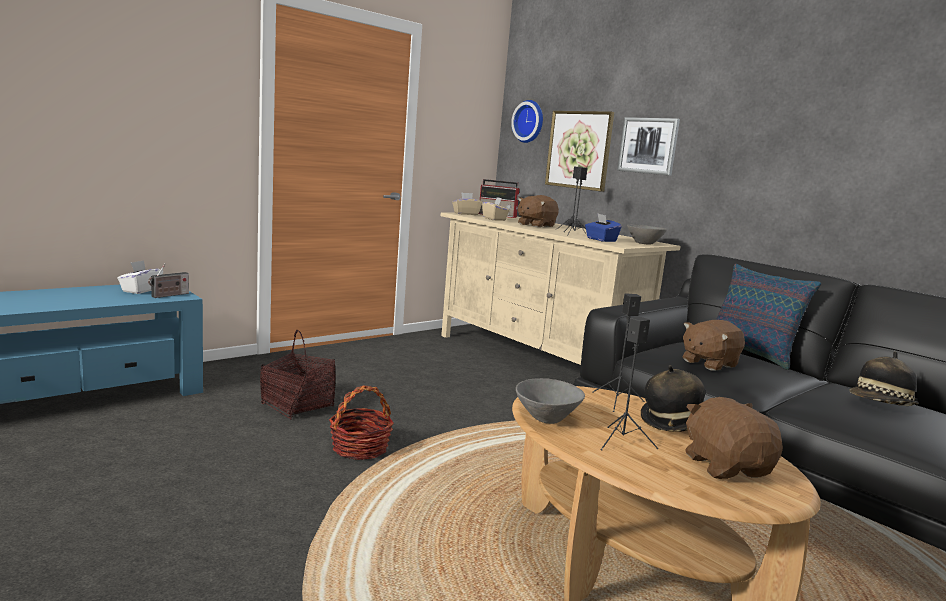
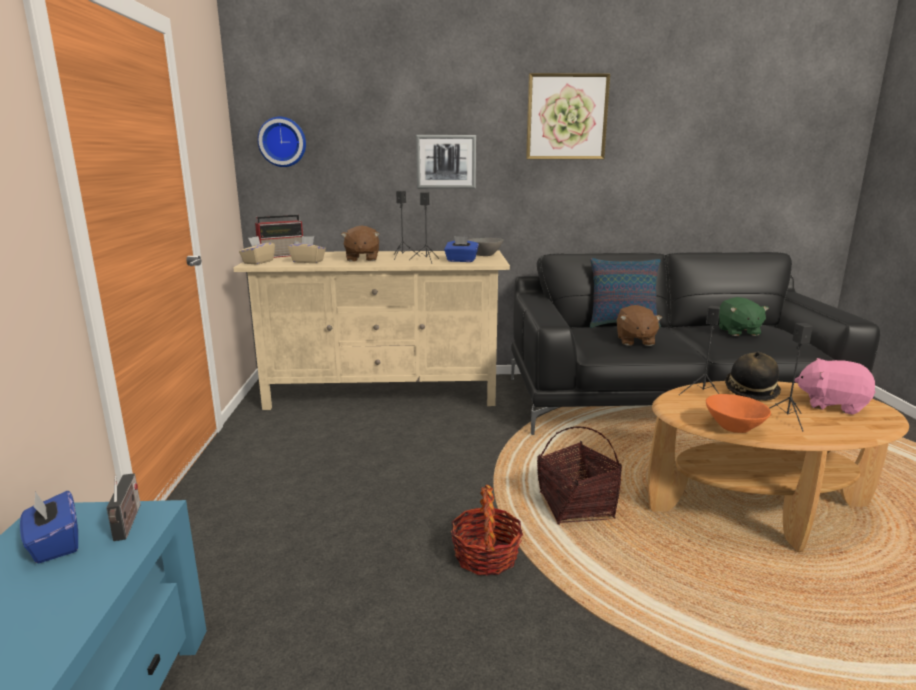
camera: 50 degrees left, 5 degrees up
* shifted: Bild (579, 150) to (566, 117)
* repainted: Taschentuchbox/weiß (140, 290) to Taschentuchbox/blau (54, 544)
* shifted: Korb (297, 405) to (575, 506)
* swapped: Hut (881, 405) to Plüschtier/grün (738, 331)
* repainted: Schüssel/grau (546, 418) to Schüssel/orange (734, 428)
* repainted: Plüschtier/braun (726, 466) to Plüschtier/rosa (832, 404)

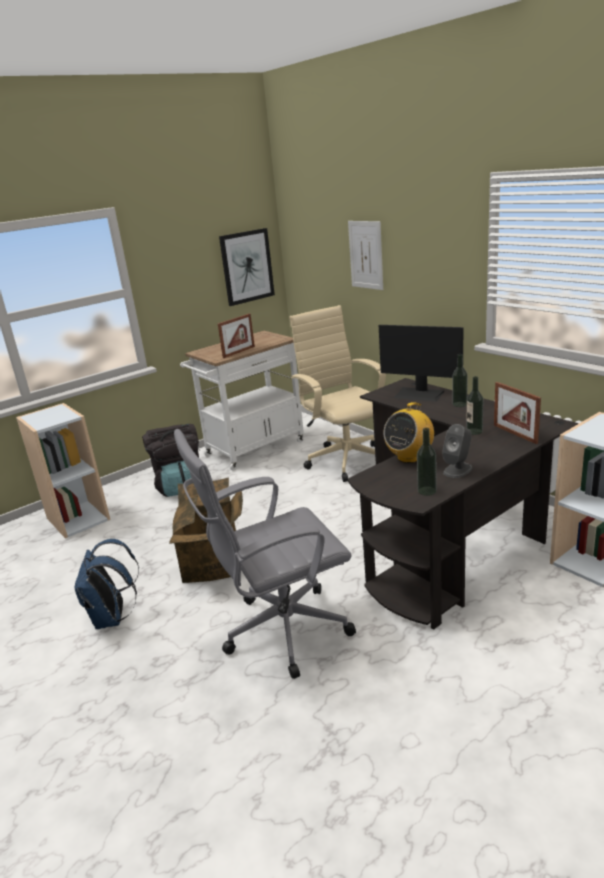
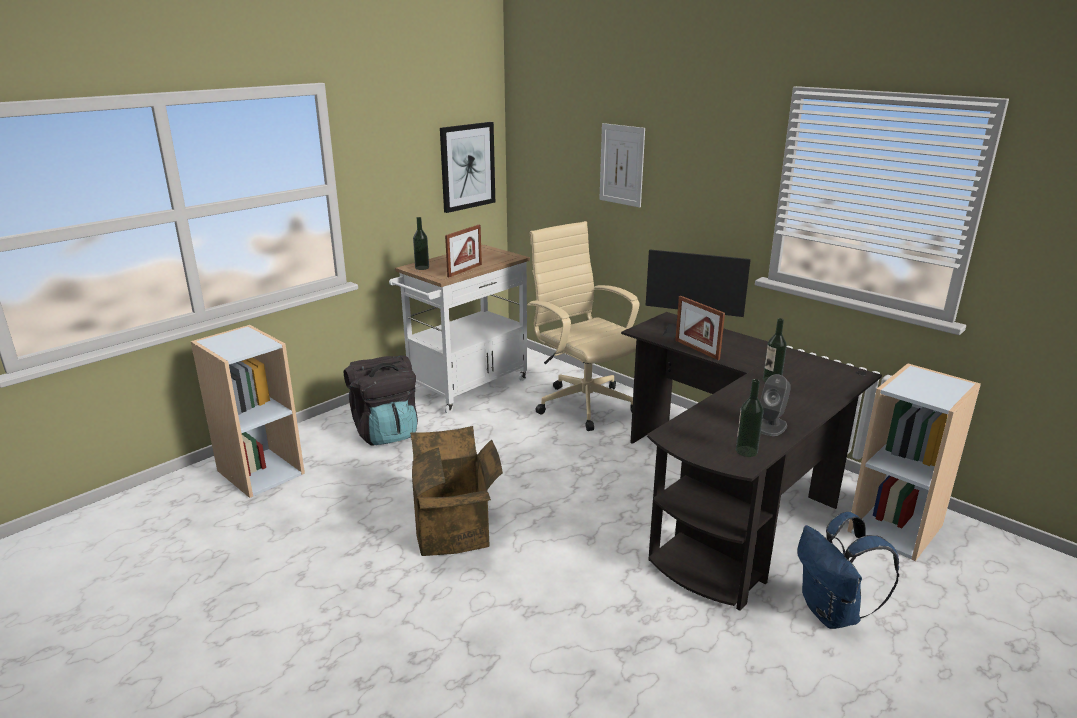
camera: 10 degrees left, 0 degrees up
* shifted: Flasche (459, 404) to (422, 268)
* shifted: Bilderrahmen (515, 434) to (697, 349)
* gone: Radio (409, 457)
* gone: Bürostuhl/grau (281, 632)
* shifted: Rucksack/blau (112, 618) to (833, 613)

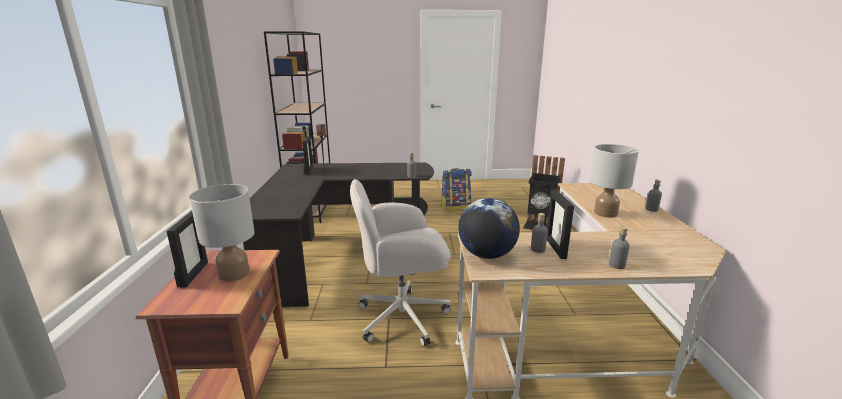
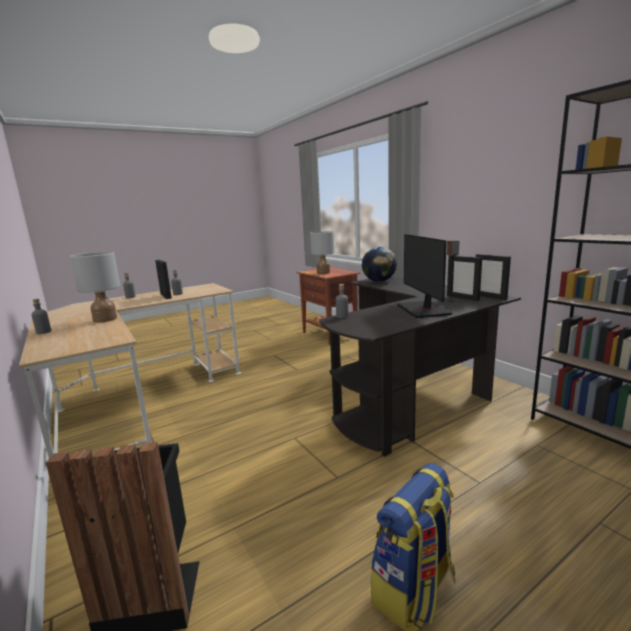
camera: 150 degrees right, 5 degrees down
* gone: Bürostuhl/weiß (402, 317)
* shifted: Globus (486, 255) to (379, 281)
* shifted: Bilderrahmen (193, 274) to (490, 297)
* new: Monitor (423, 309)

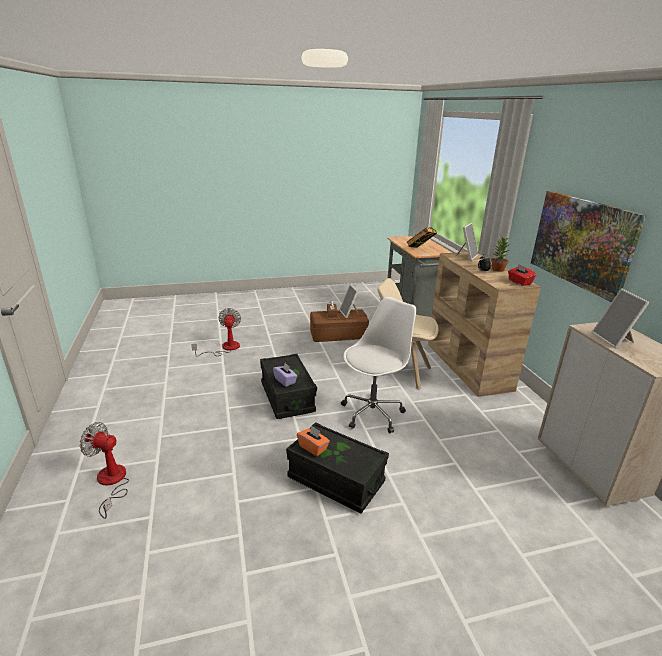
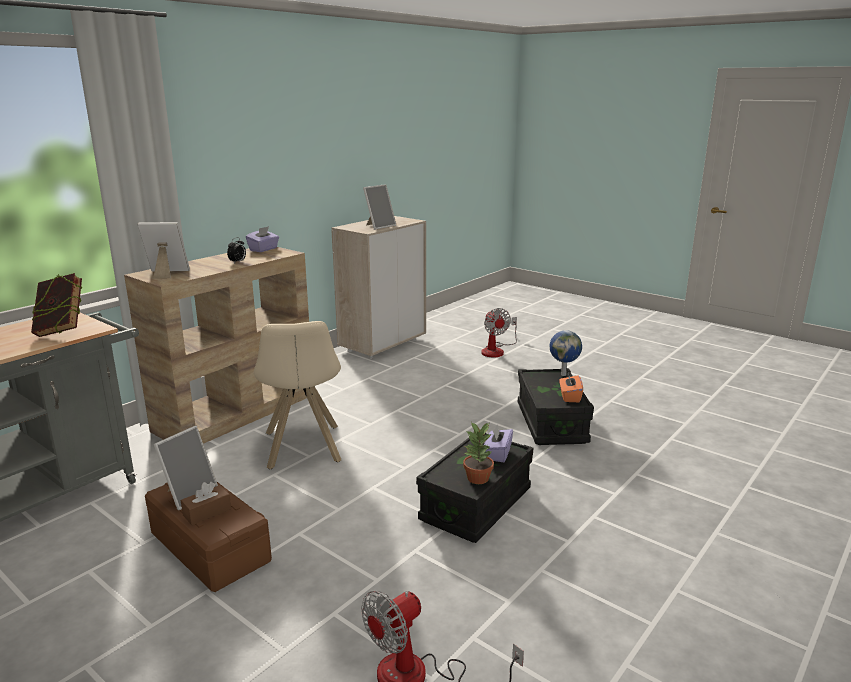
camera: 125 degrees left, 5 degrees down
* gone: Bild (581, 242)
* shifted: Topfpflanze (497, 269) to (478, 478)
* repainted: Taschentuchbox/rot (519, 282) to Taschentuchbox/lila (263, 249)
* gone: Bürostuhl/weiß (373, 413)
* shifted: Ventilator (111, 483) to (496, 350)
* new: Globus (563, 374)

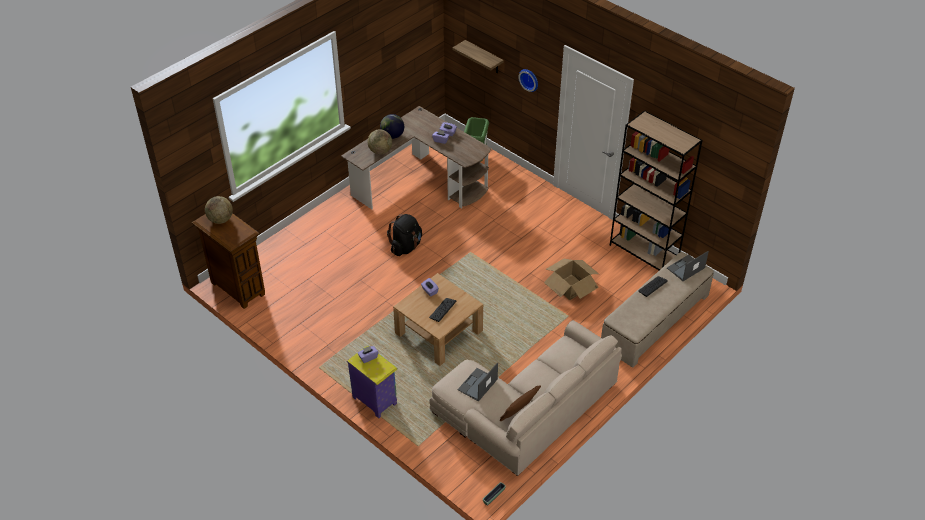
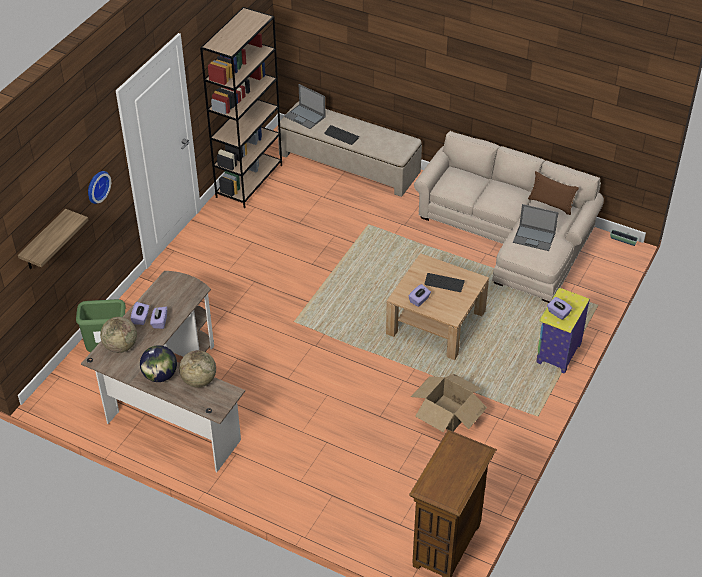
camera: 105 degrees left, 0 degrees up
* shifted: Globus (220, 219) to (121, 346)
* gone: Rucksack/schwarz (406, 247)
* shifted: Karton (571, 287) to (447, 413)

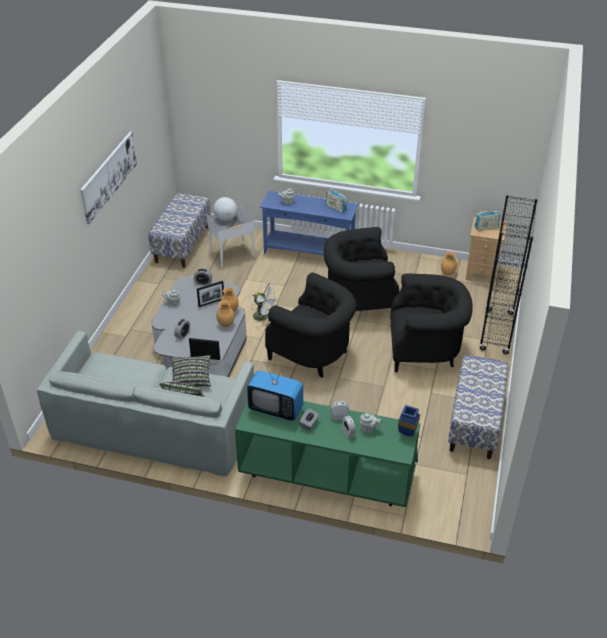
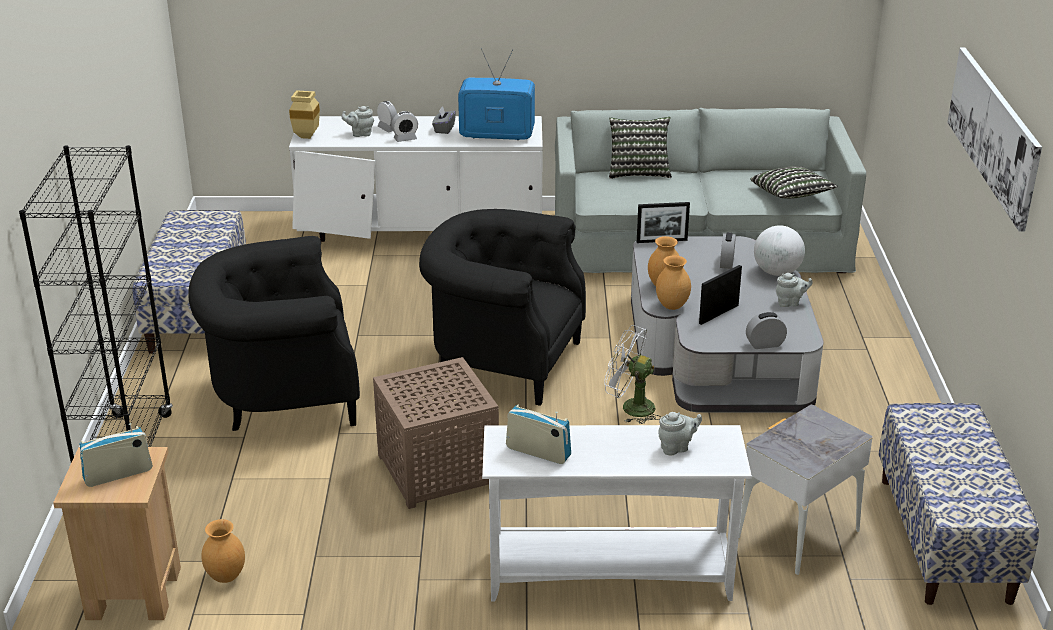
camera: 165 degrees right, 10 degrees down
* repainted: Konsolentisch/blau (309, 252) to Konsolentisch/weiß (608, 575)
* shifted: Globus (225, 219) to (777, 272)
* swapped: Sessel/schwarz (359, 301) to Beistelltisch/braun (440, 470)
* shifted: Kissen (191, 377) to (791, 195)
* repainted: Fernsehschrank/grün (328, 476) to Fernsehschrank/weiß (420, 232)
* repainted: Vase/blau (406, 433) to Vase/beige (308, 136)

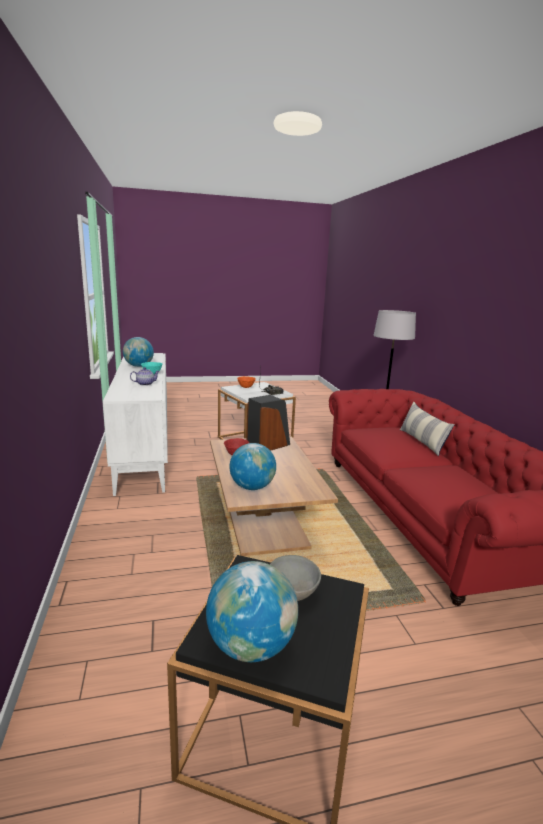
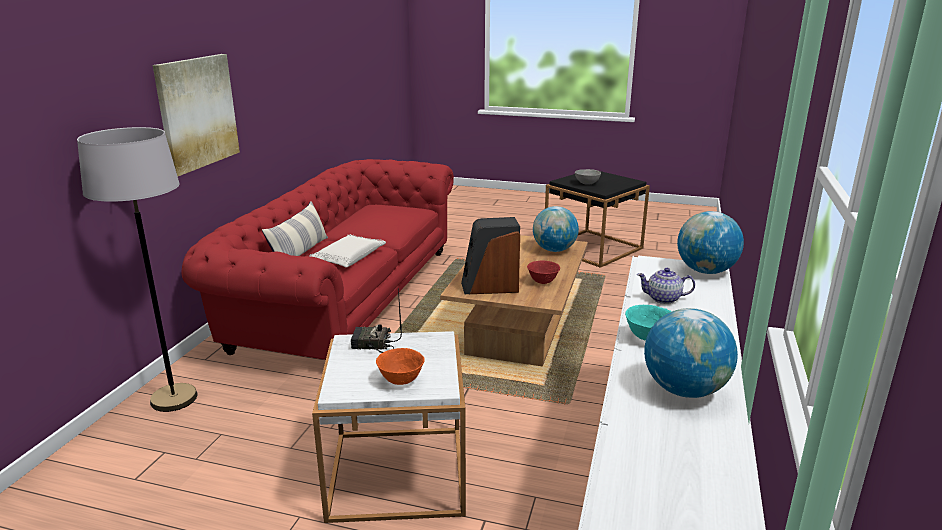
camera: 150 degrees left, 5 degrees up
* shifted: Globus (251, 645) to (705, 271)
* new: Bild (197, 112)
* new: Kissen/weiß (348, 256)

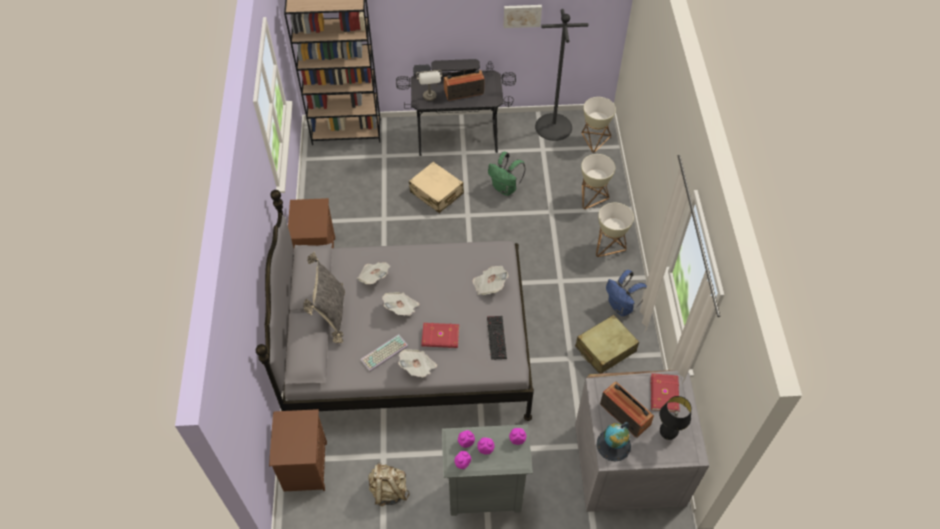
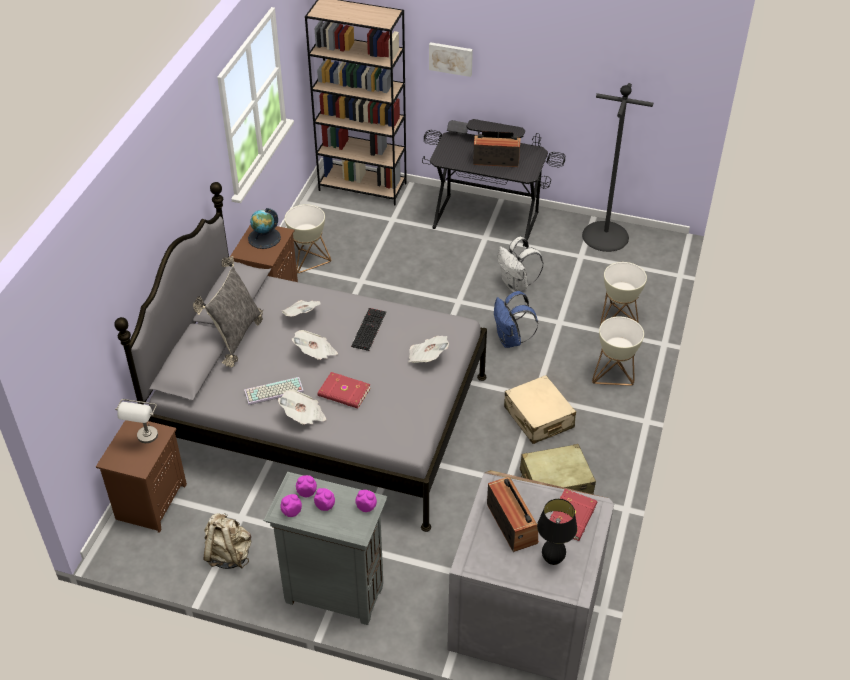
camera: 20 degrees right, 10 degrees down
* shifted: Bild (522, 15) to (451, 58)
* shifted: Tischlampe/grau (430, 99) to (145, 441)
* shifted: Pflanzkübel (594, 139) to (309, 260)
* repainted: Rucksack/grün (505, 188) to Rucksack/weiß (516, 285)
* shifted: Koffer/beige (436, 193) to (538, 417)
* shifted: Rucksack/blau (621, 307) to (510, 340)
* shifted: Tastatur (495, 337) to (368, 328)
* shifted: Globus (613, 445) to (264, 238)

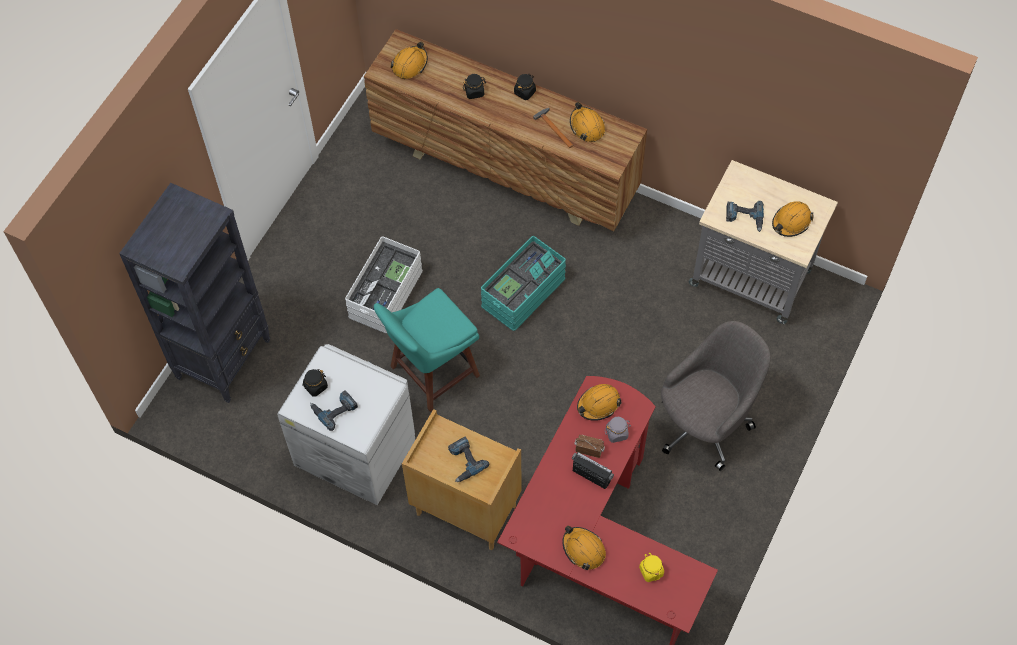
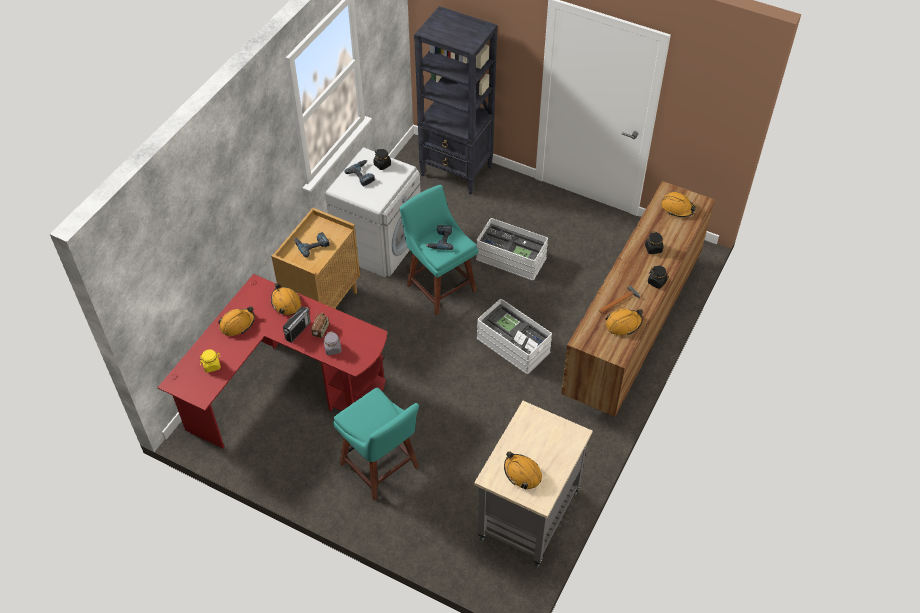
camera: 90 degrees right, 10 degrees down
* shifted: Bohrmaschine (744, 218) to (440, 240)
* repainted: Aufbewahrungsbox/türkis (523, 291) to Aufbewahrungsbox/weiß (514, 344)
* swapped: Bürostuhl/grau (704, 425) to Hocker/türkis (381, 468)
* shifted: Schutzhelm/orange (598, 404) to (286, 303)

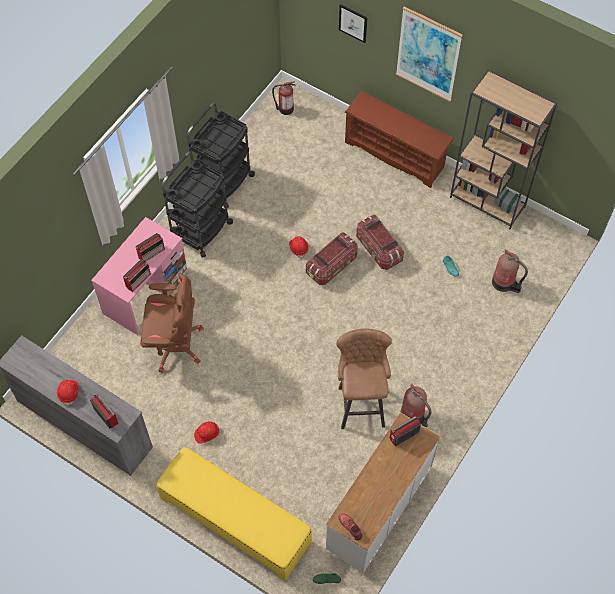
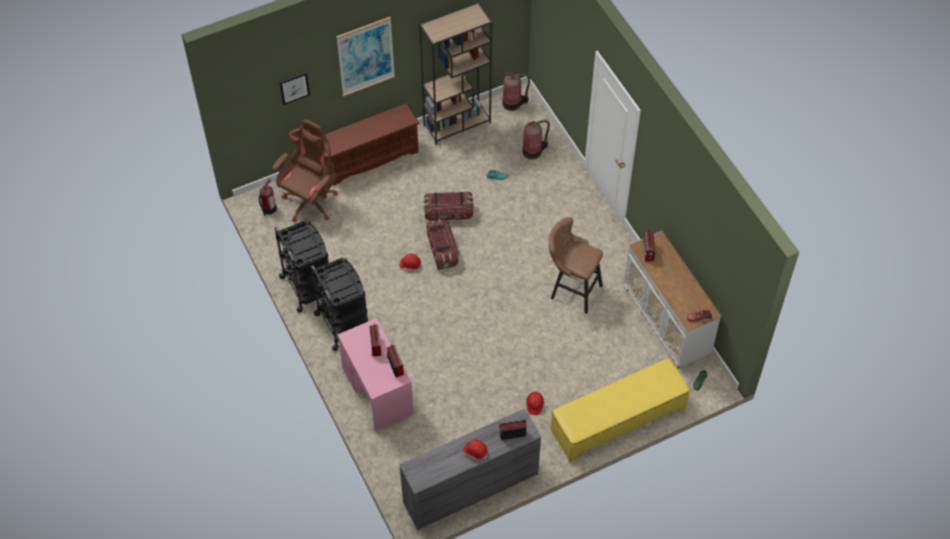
camera: 60 degrees left, 5 degrees down
* shifted: Bürostuhl/braun (173, 344) to (310, 202)
* shifted: Feuerlöscher (413, 415) to (513, 103)

